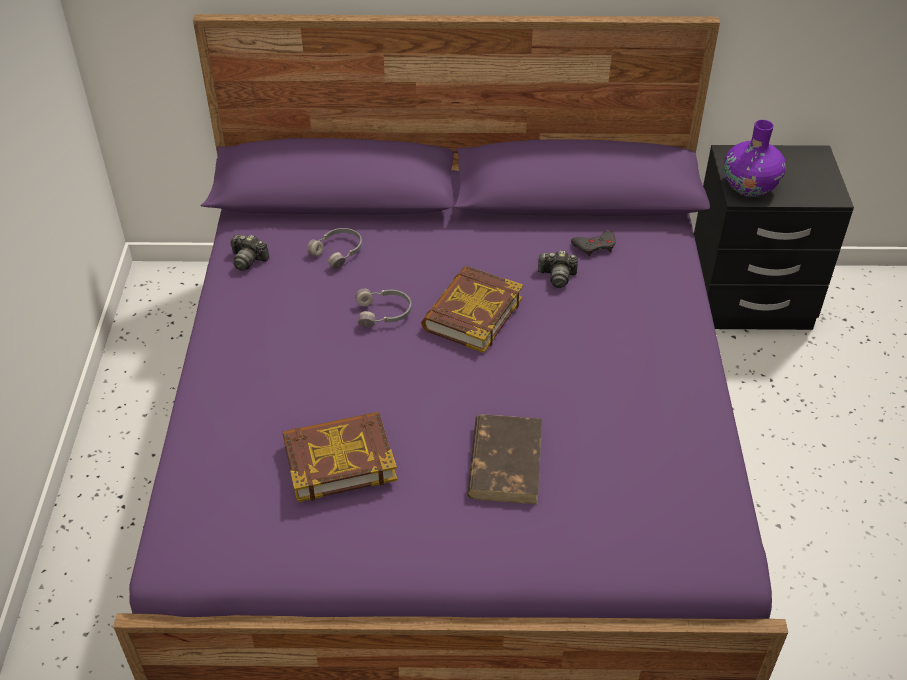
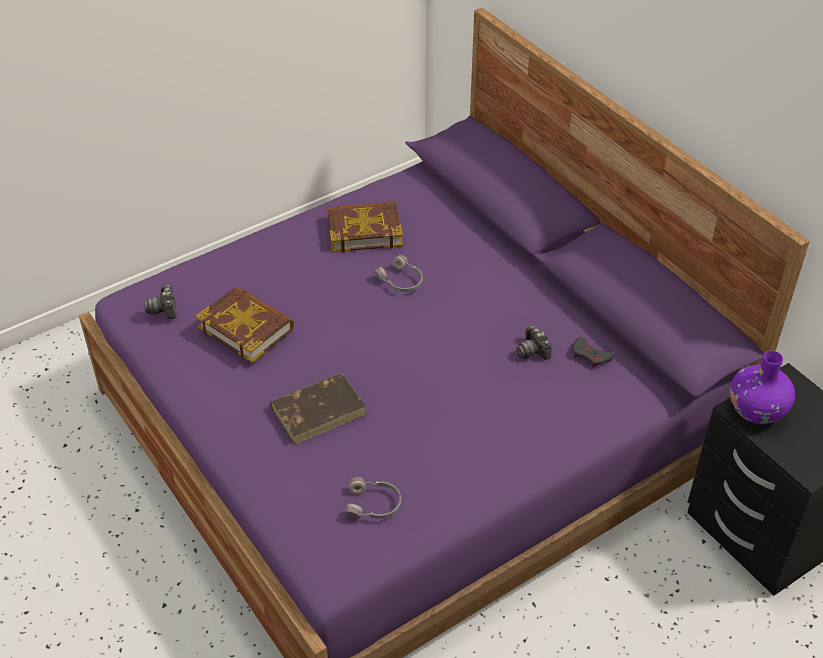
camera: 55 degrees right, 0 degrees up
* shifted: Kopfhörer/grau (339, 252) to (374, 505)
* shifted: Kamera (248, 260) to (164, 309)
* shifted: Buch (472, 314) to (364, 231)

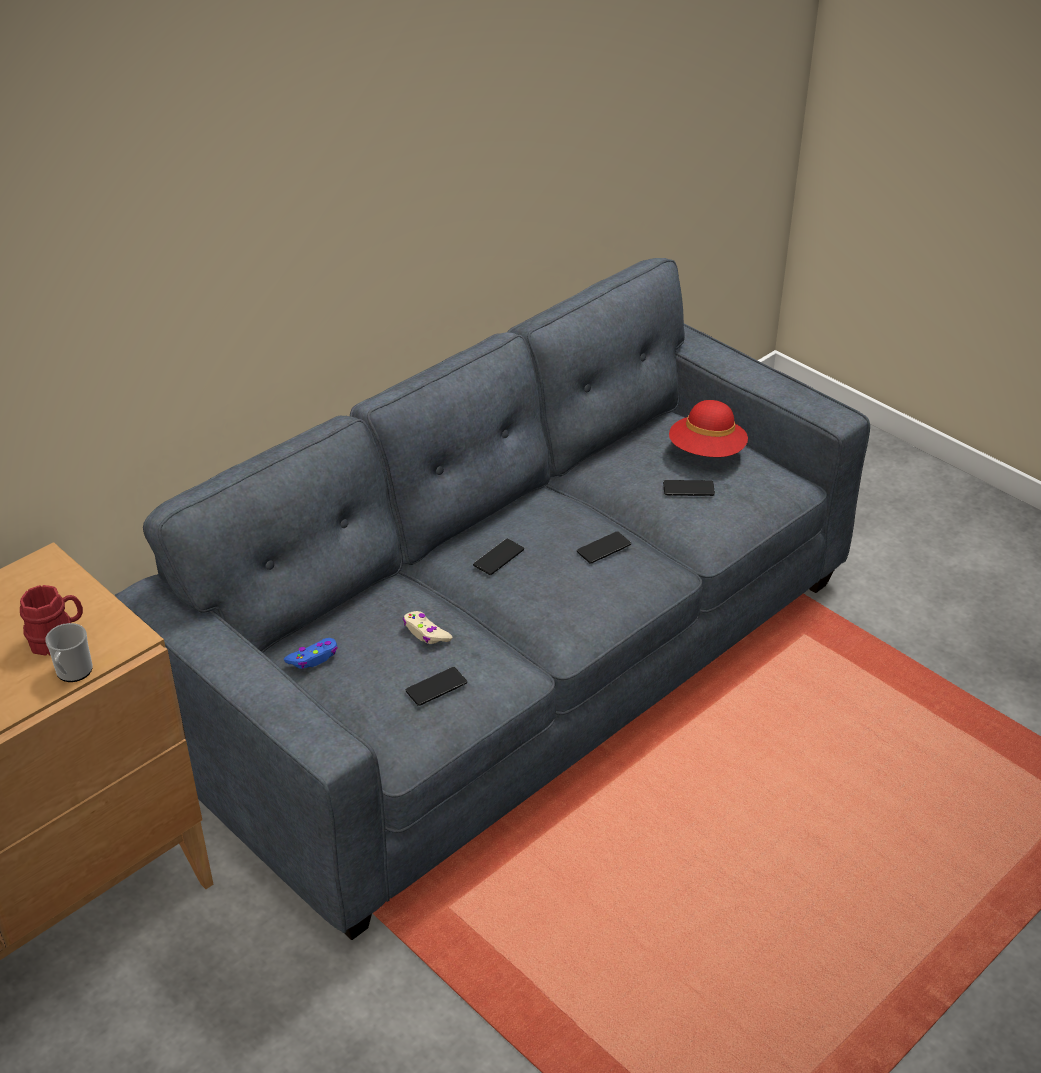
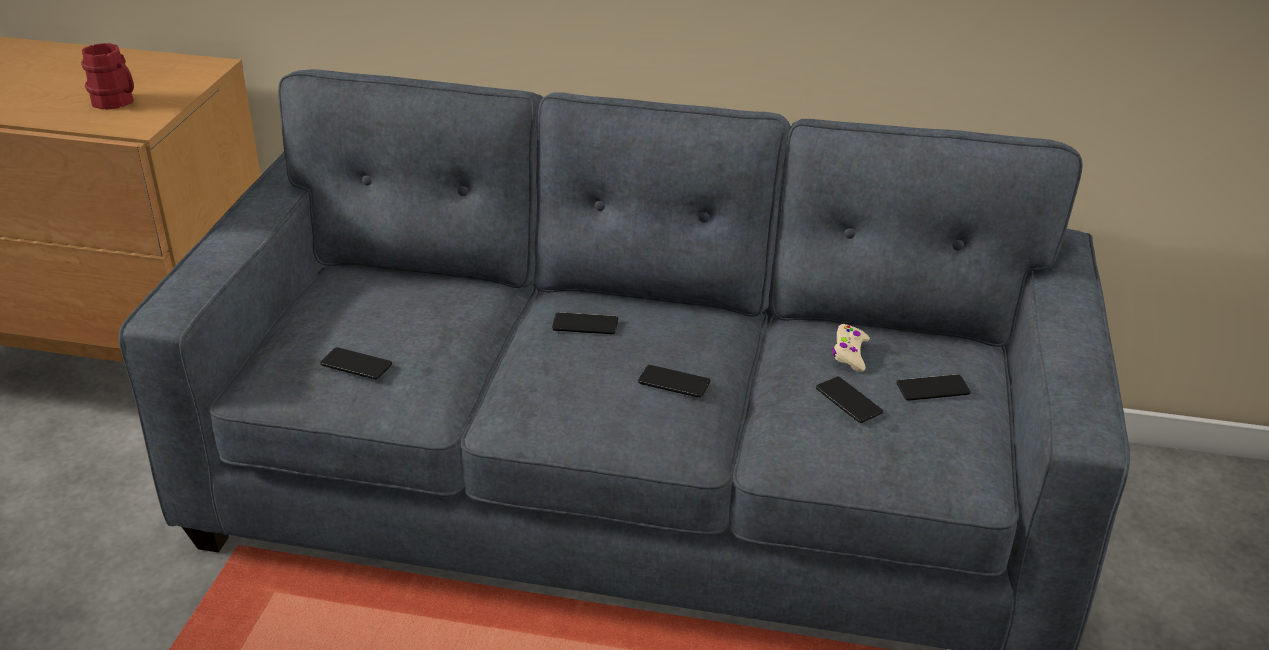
camera: 55 degrees right, 5 degrees down
* swapped: Hut/rot (707, 452) to Handy (933, 388)
* shifted: Gamepad/beige (426, 633) to (849, 354)
* gone: Henkelbecher (72, 673)
* gone: Gamepad/blau (313, 658)

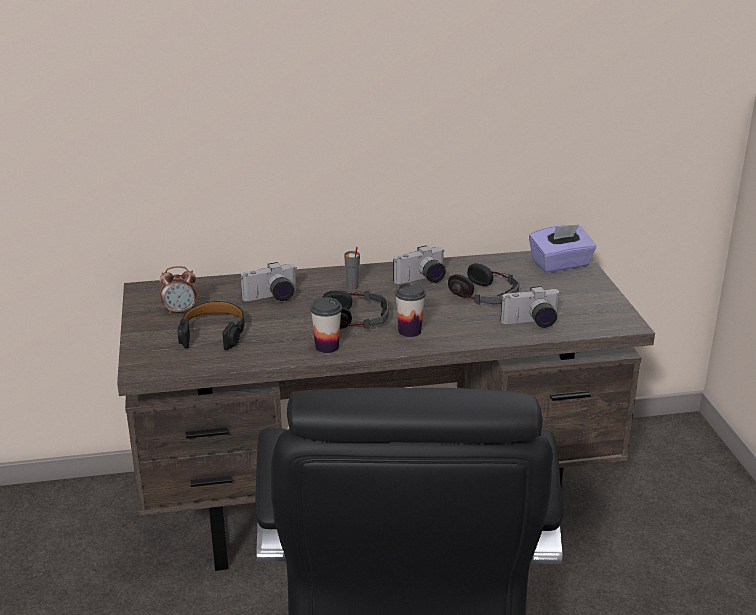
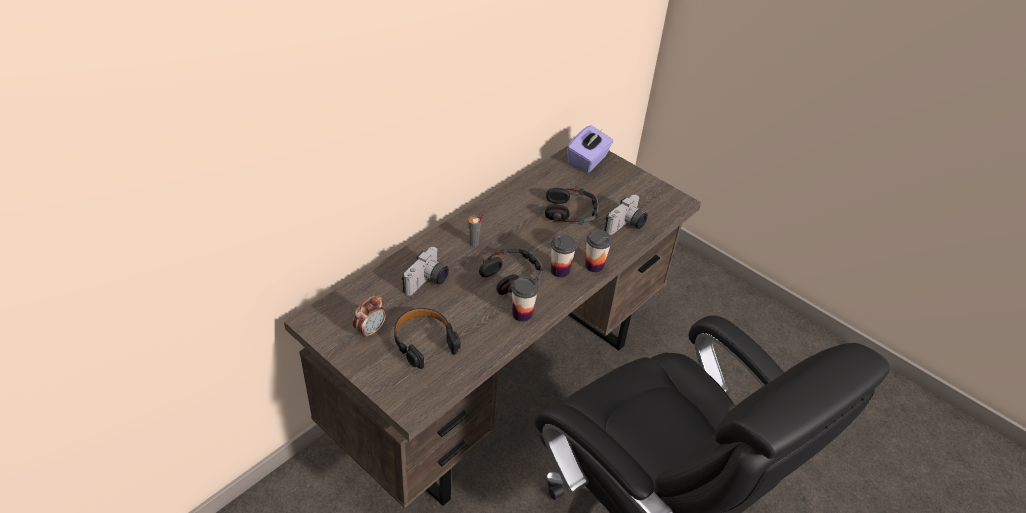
camera: 40 degrees left, 15 degrees up
* gone: Kamera (422, 280)
* new: Tasse (594, 266)

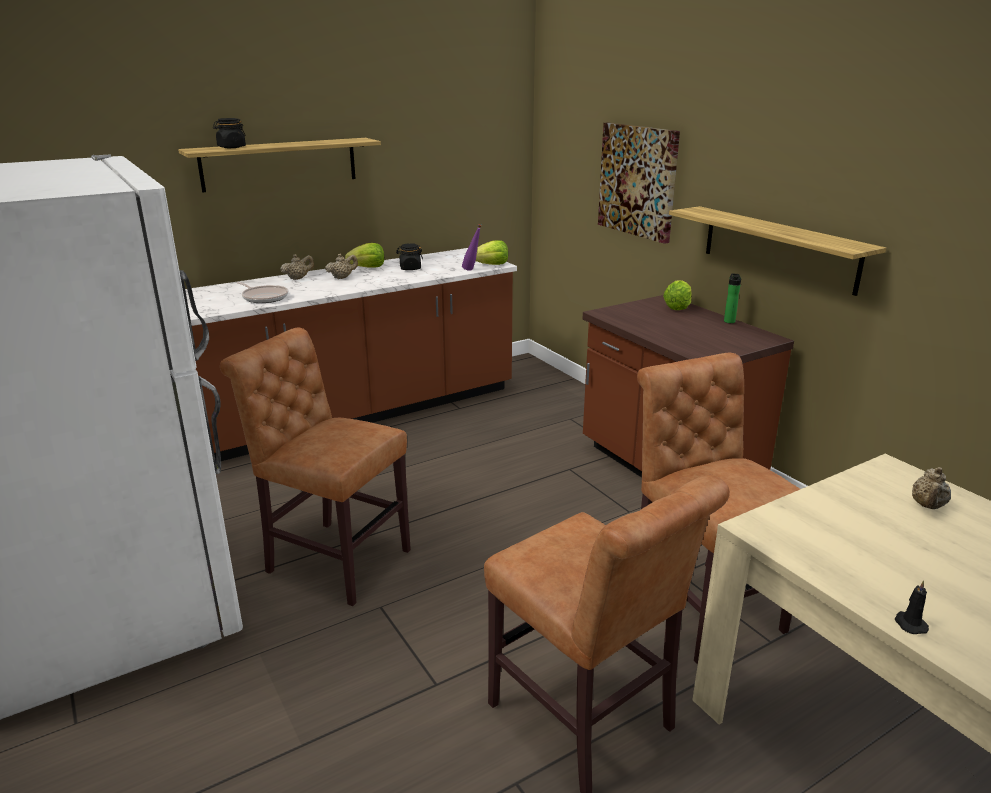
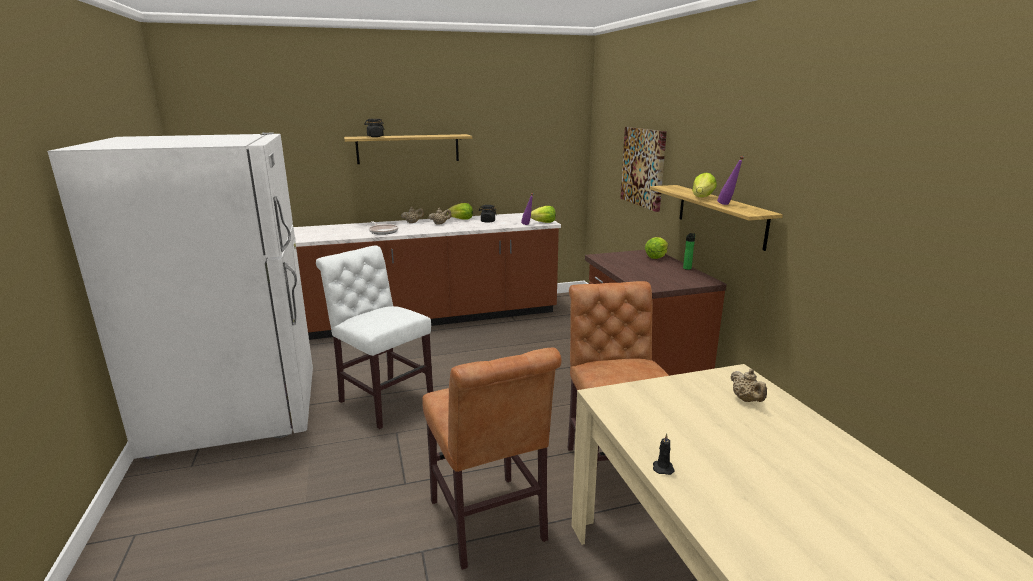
camera: 15 degrees right, 5 degrees down
* repainted: Stuhl/braun (333, 559) to Stuhl/weiß (383, 400)
* rotated: Teekanne/beige (927, 506) = (746, 400) 60 degrees counterclockwise
* new: Flasche/lila (727, 205)
* new: Salatkopf (702, 197)

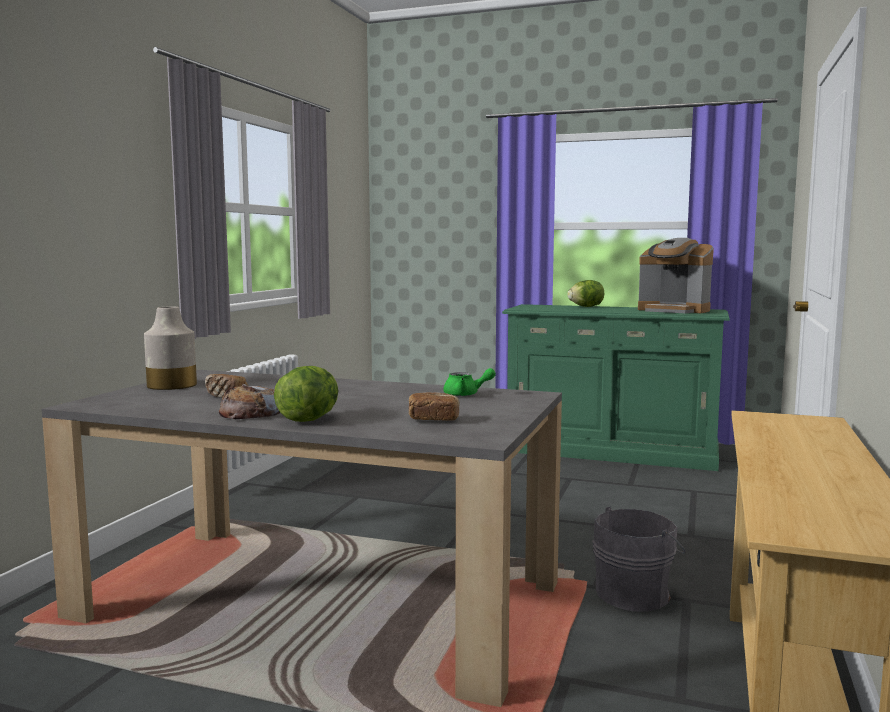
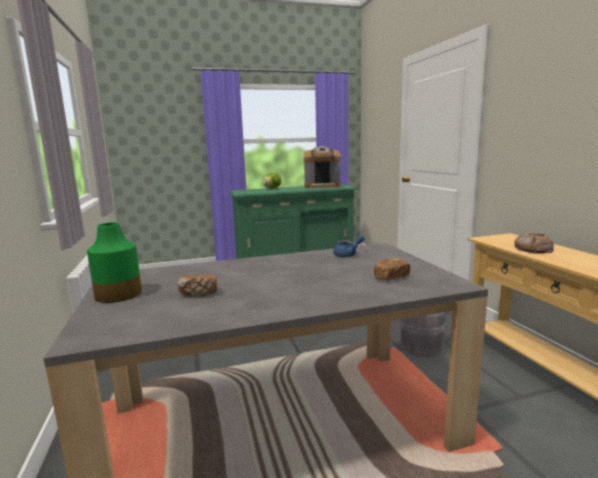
camera: 35 degrees left, 5 degrees up
* repainted: Vase/beige (172, 385) to Vase/grün (118, 294)
* gone: Salatkopf (309, 419)
* repainted: Teekanne/grün (466, 394) to Teekanne/blau (348, 254)
* shifted: Brot (250, 413) to (533, 249)

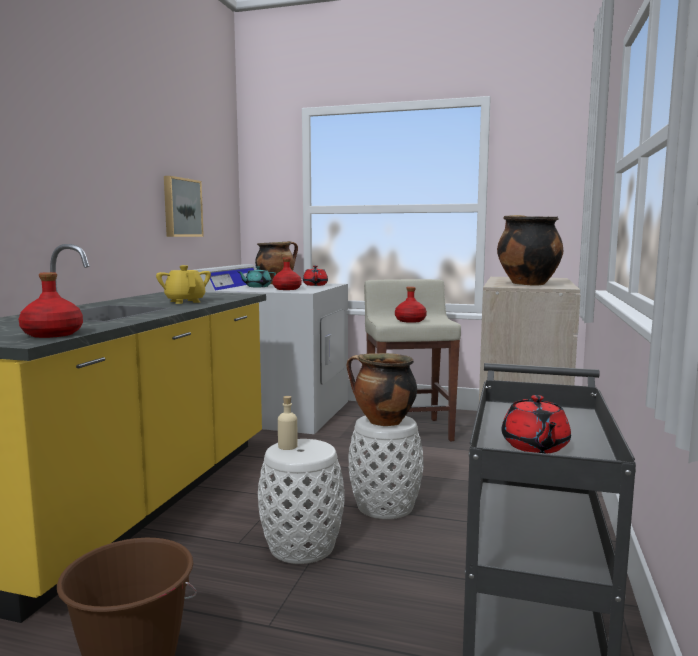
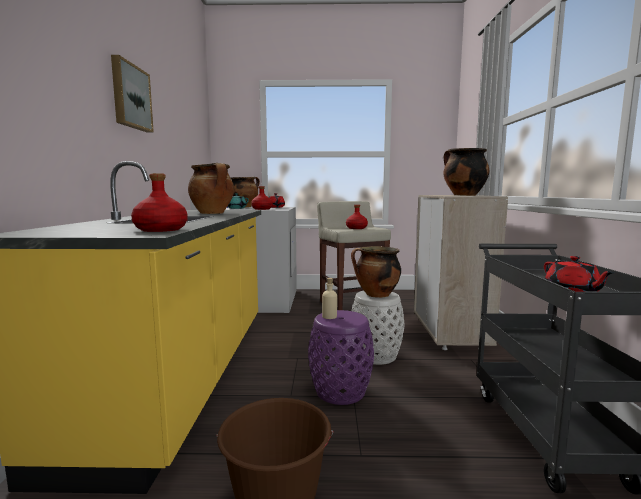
camera: 15 degrees left, 0 degrees up
* shifted: Bild (181, 207) to (130, 97)
* swapped: Teekanne/gelb (185, 301) to Kochtopf (213, 213)
* repainted: Hocker/weiß (302, 547) to Hocker/lila (340, 391)

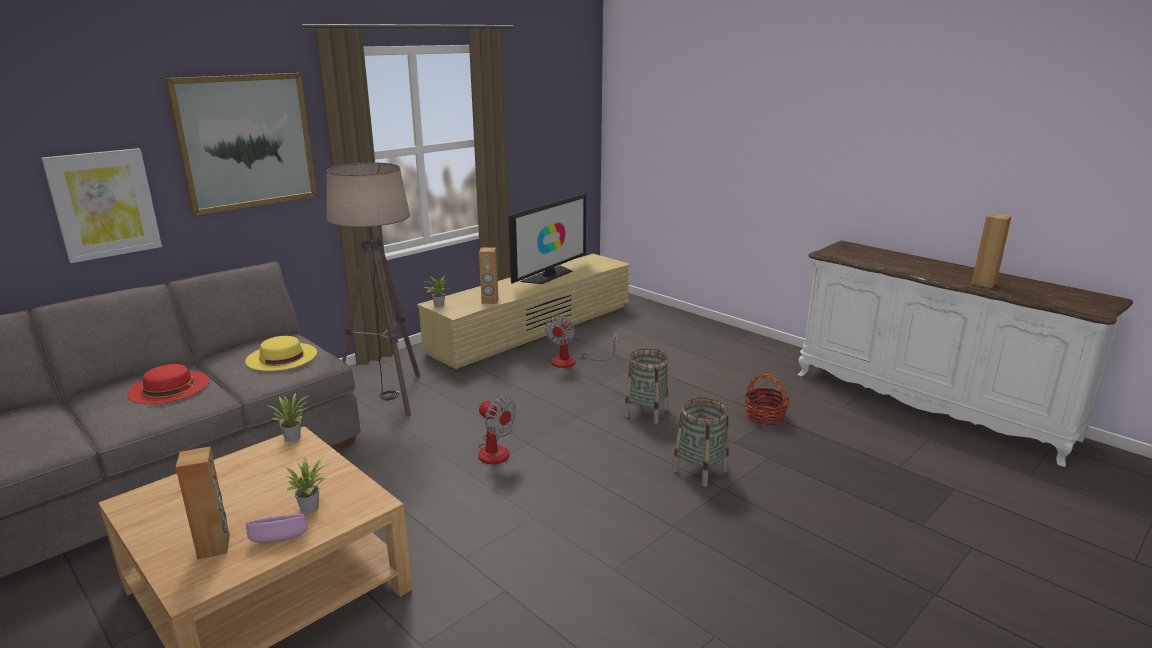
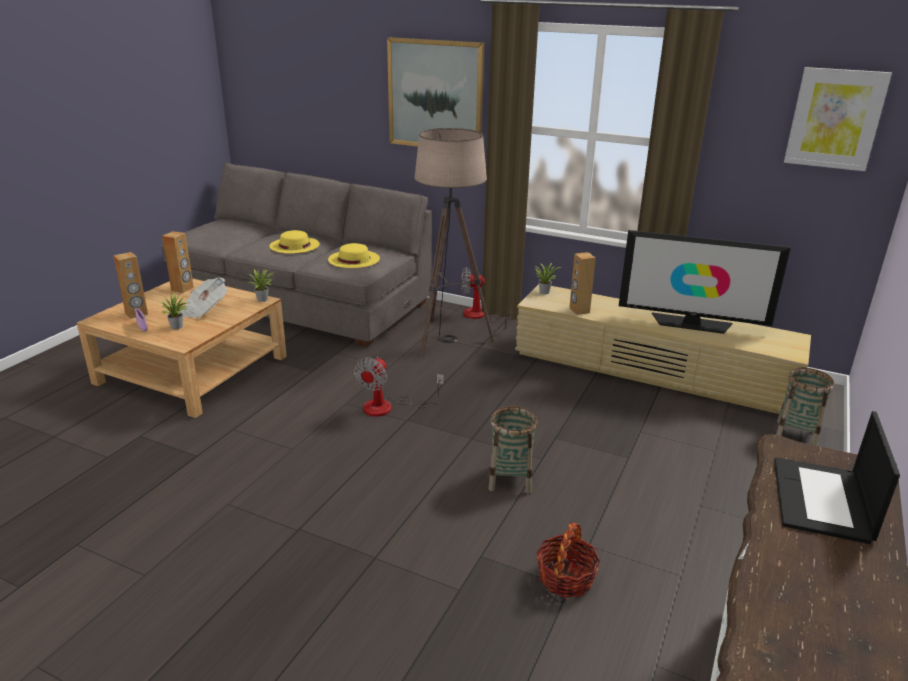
camera: 70 degrees right, 5 degrees up
* shifted: Bild (104, 204) to (835, 119)
* shifted: Lautsprecher/braun (983, 283) to (182, 289)
* shifted: Ventilator (572, 361) to (479, 317)
* repainted: Hut/rot (169, 387) to Hut/gelb (294, 245)
* shifted: Korb (700, 471) to (795, 434)
* new: Zeitung (204, 310)
* new: Laptop (822, 501)

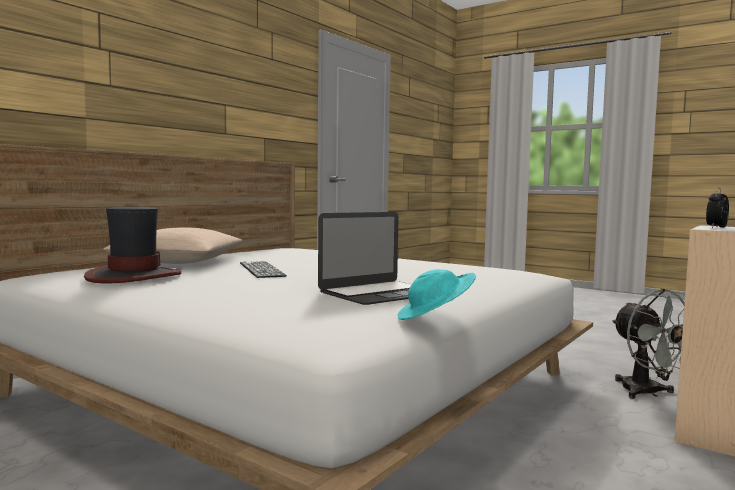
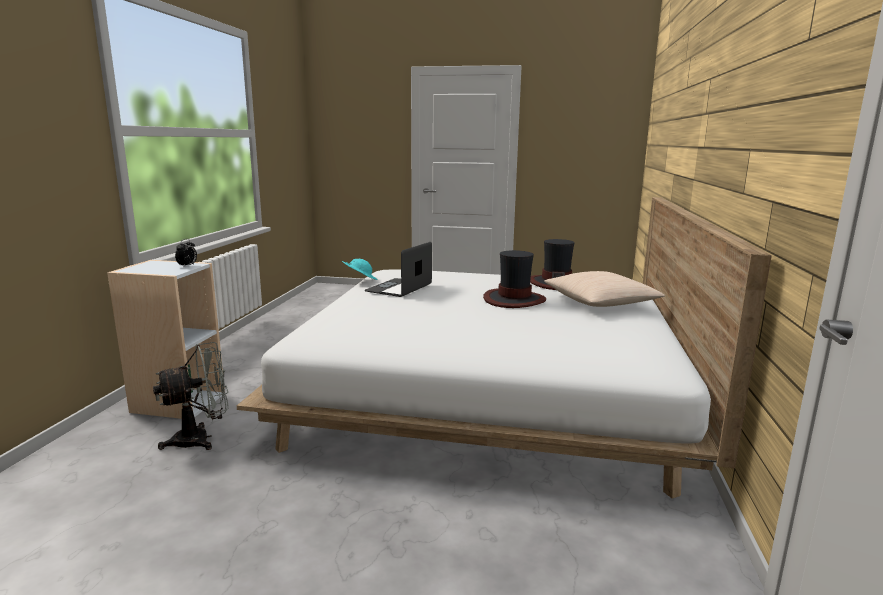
camera: 155 degrees right, 10 degrees up
* swapped: Tastatur (261, 269) to Hut (514, 300)
* rotated: Ventilator/grau (648, 393) = (201, 439) 105 degrees clockwise

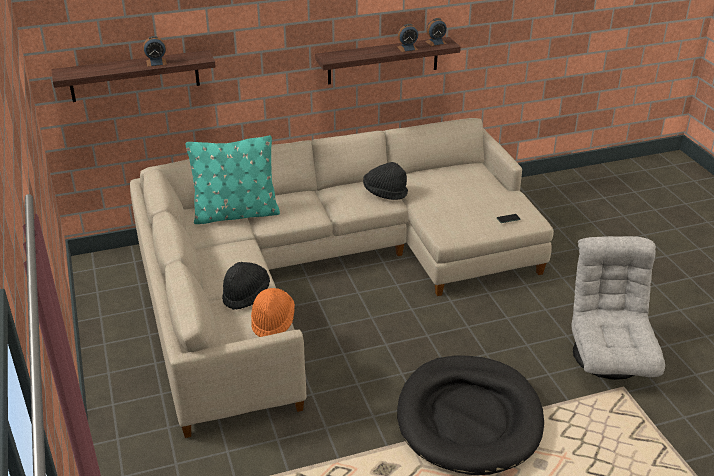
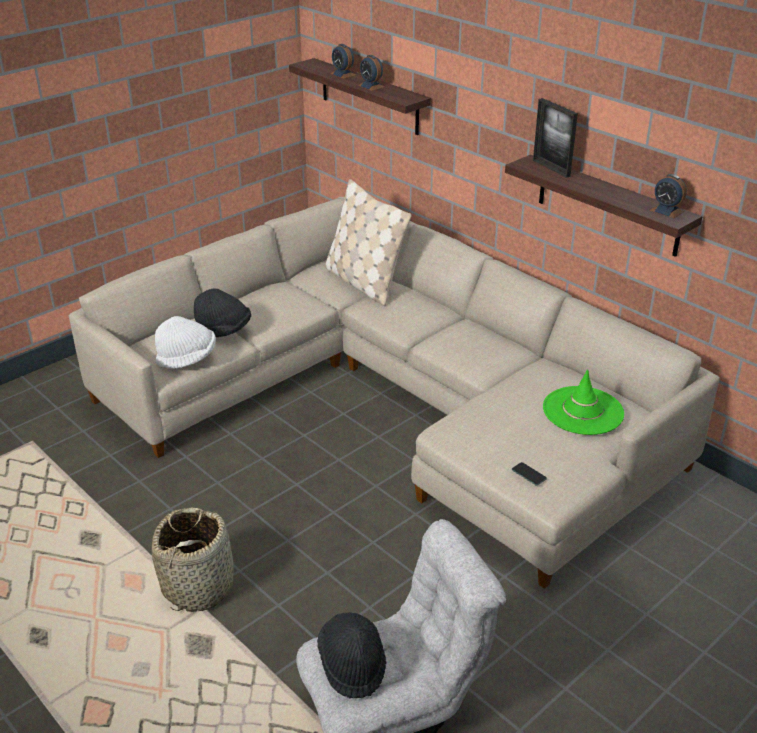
camera: 65 degrees right, 0 degrees up
* shifted: Wecker (407, 48) to (343, 74)
* repainted: Kissen/türkis (236, 214) to Kissen/beige (364, 283)
* shifted: Hut/schwarz (385, 193) to (352, 665)
* repainted: Hut/orange (272, 322) to Hut/weiß (187, 358)
* swapped: Hundebett/schwarz (469, 418) to Korb (198, 585)
* new: Bilderrahmen (551, 168)
* new: Hut/grün (583, 411)

